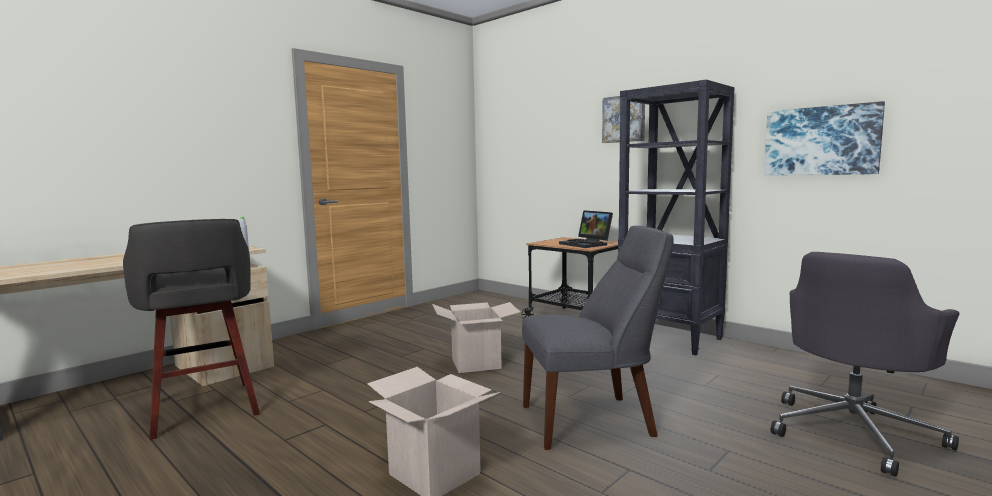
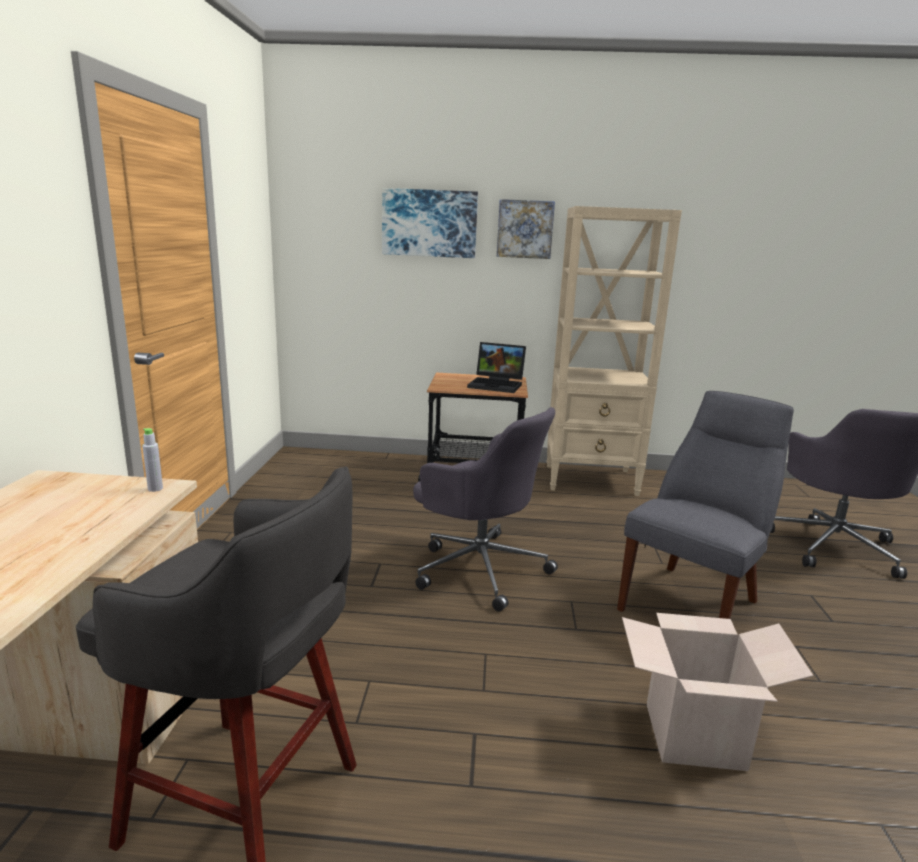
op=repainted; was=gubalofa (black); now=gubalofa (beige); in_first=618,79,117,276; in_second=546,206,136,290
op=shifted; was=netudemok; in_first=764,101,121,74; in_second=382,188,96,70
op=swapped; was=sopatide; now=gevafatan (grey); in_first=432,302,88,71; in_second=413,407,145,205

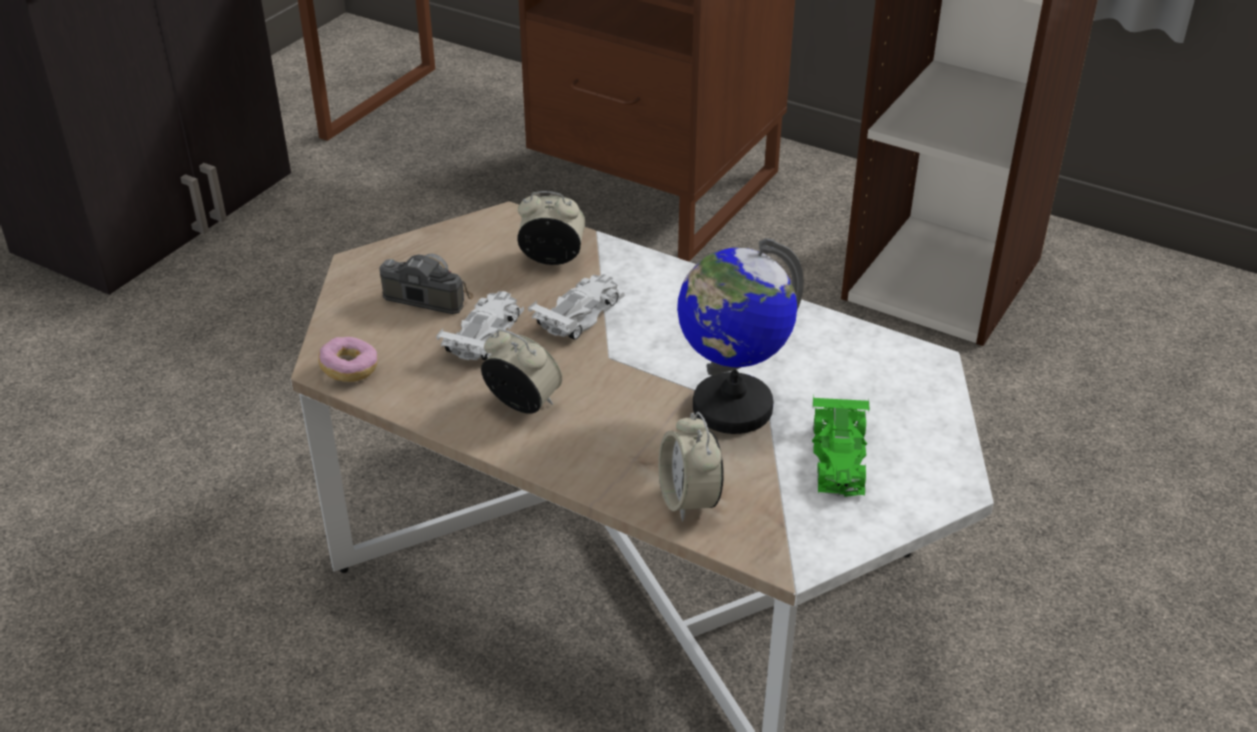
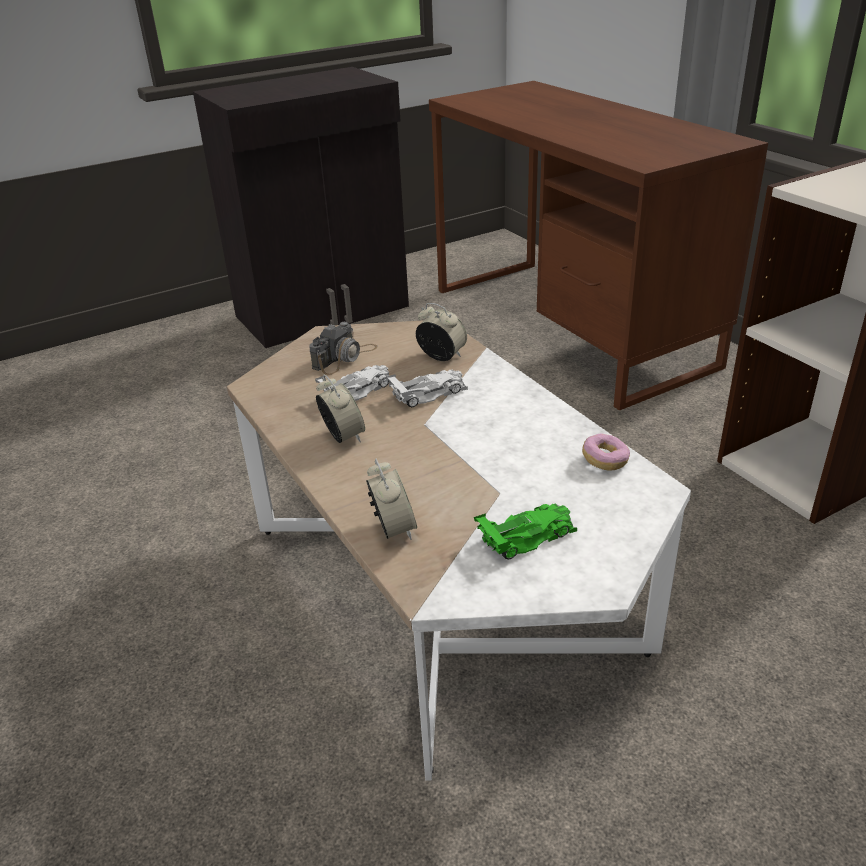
op=gone; was=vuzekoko; in_first=677,238,127,196
op=rotated; was=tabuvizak; in_first=379,253,95,61; in_second=309,322,69,53; clockwise=75
op=shifted; was=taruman; in_first=318,337,60,45; in_second=582,433,48,37
op=rotated; was=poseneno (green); in_first=812,395,57,102; in_second=474,503,103,57; clockwise=-150
op=rotated; was=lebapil; in_first=658,412,66,109; in_second=366,458,51,82; clockwise=150

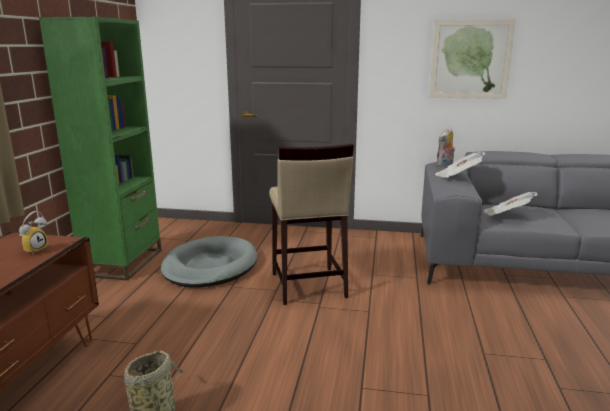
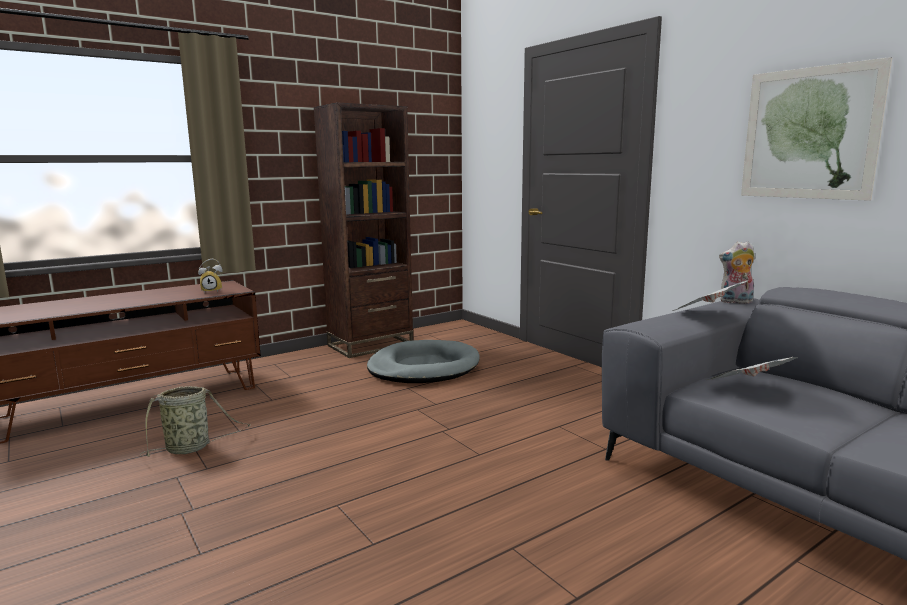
op=repainted; was=gubalofa (green); now=gubalofa (brown); in_first=39,16,122,265; in_second=314,102,99,256
op=gone; was=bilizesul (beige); in_first=269,144,85,161

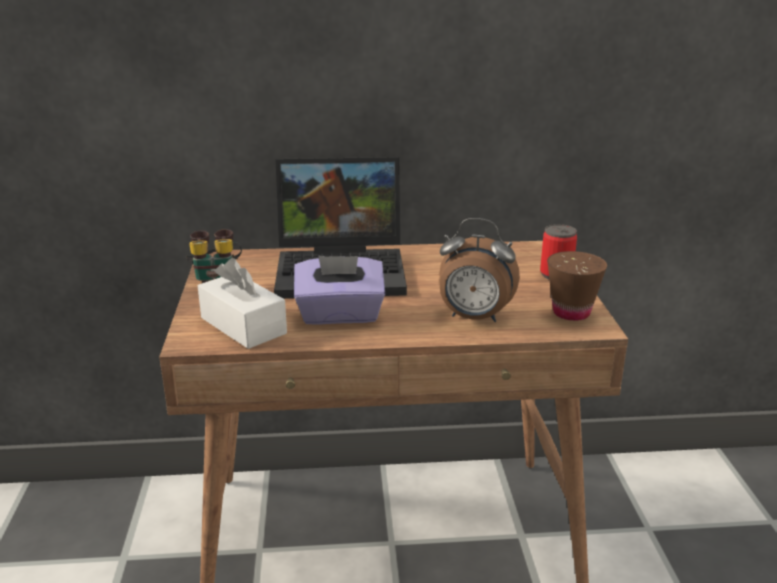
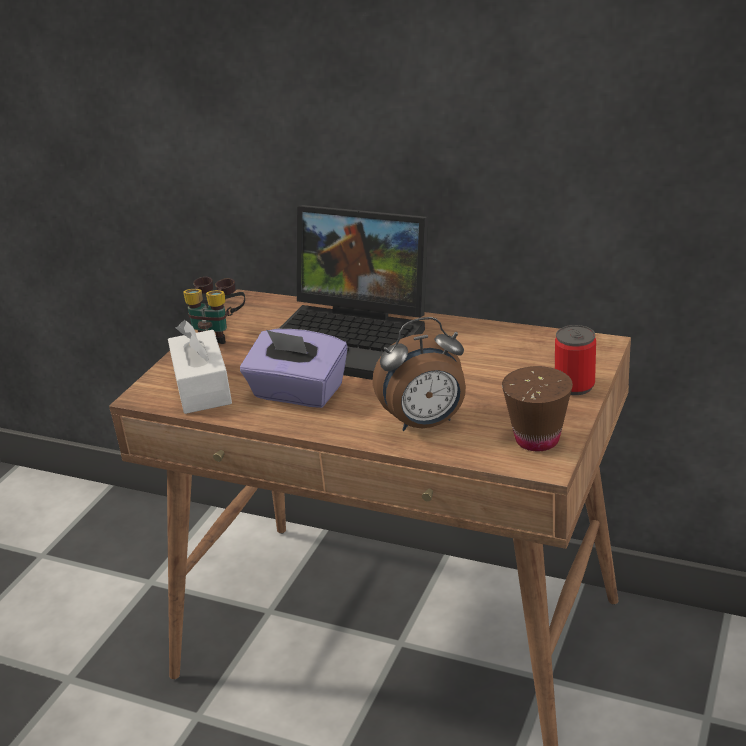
op=rotated; was=lebapil; in_first=439,218,81,104; in_second=373,317,93,114; clockwise=-60

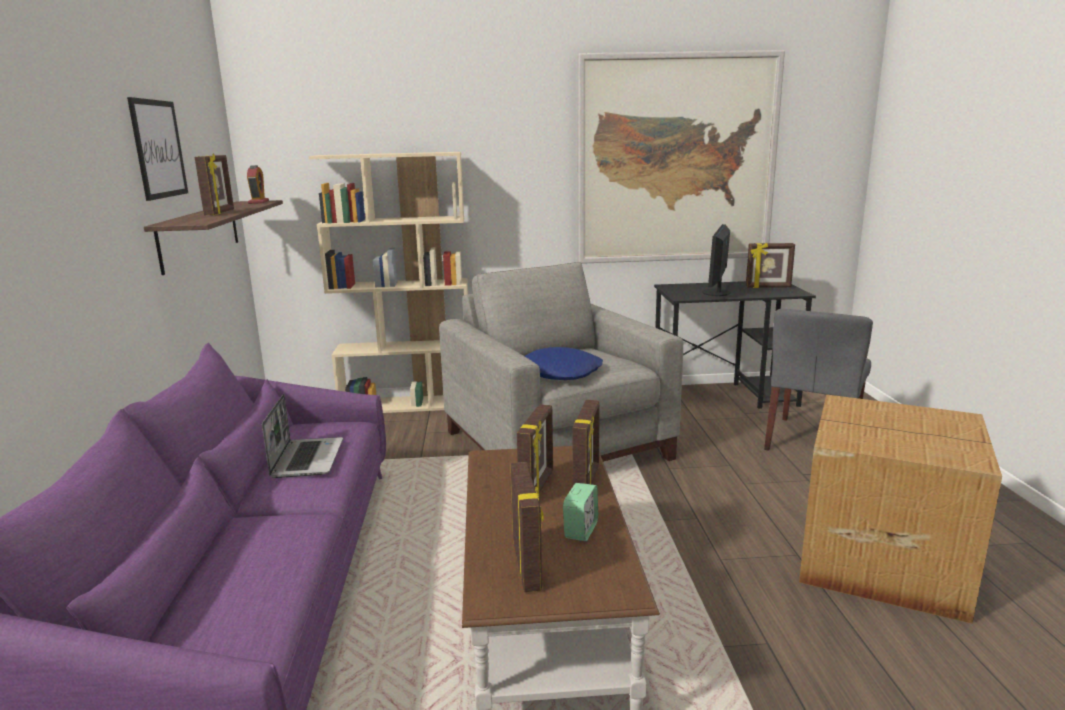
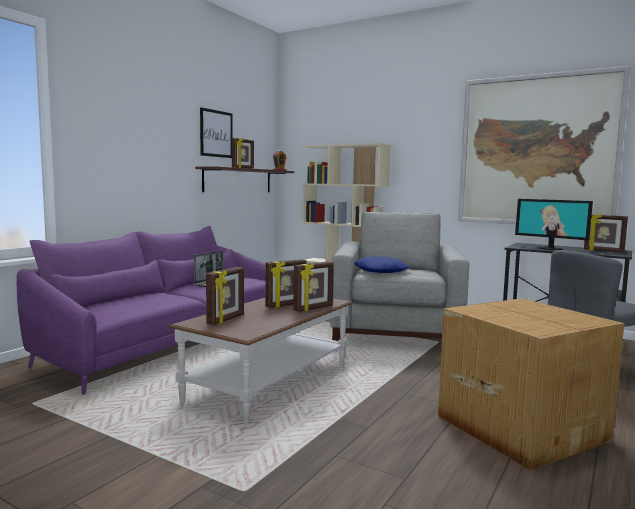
op=rotated; was=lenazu; in_first=702,224,29,72; in_second=515,199,78,51; clockwise=-105
op=gone; was=lebapil; in_first=563,483,35,58

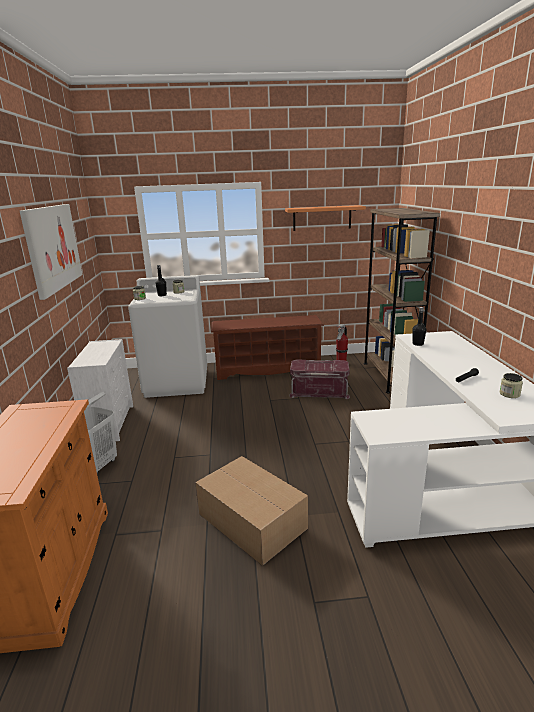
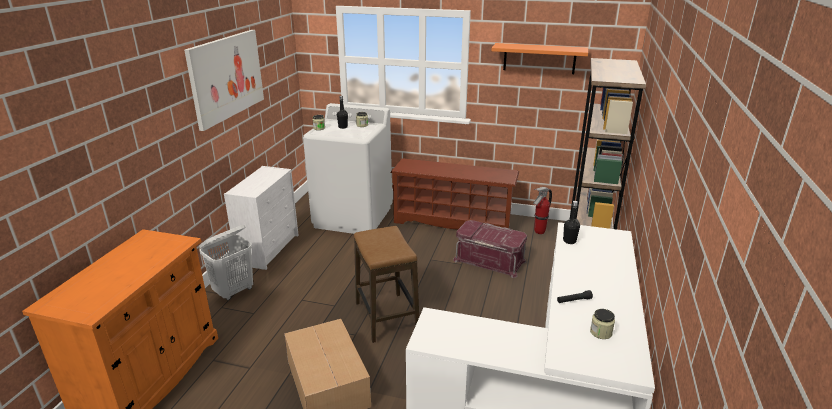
op=new; now=bilizesul; in_second=354,226,65,117

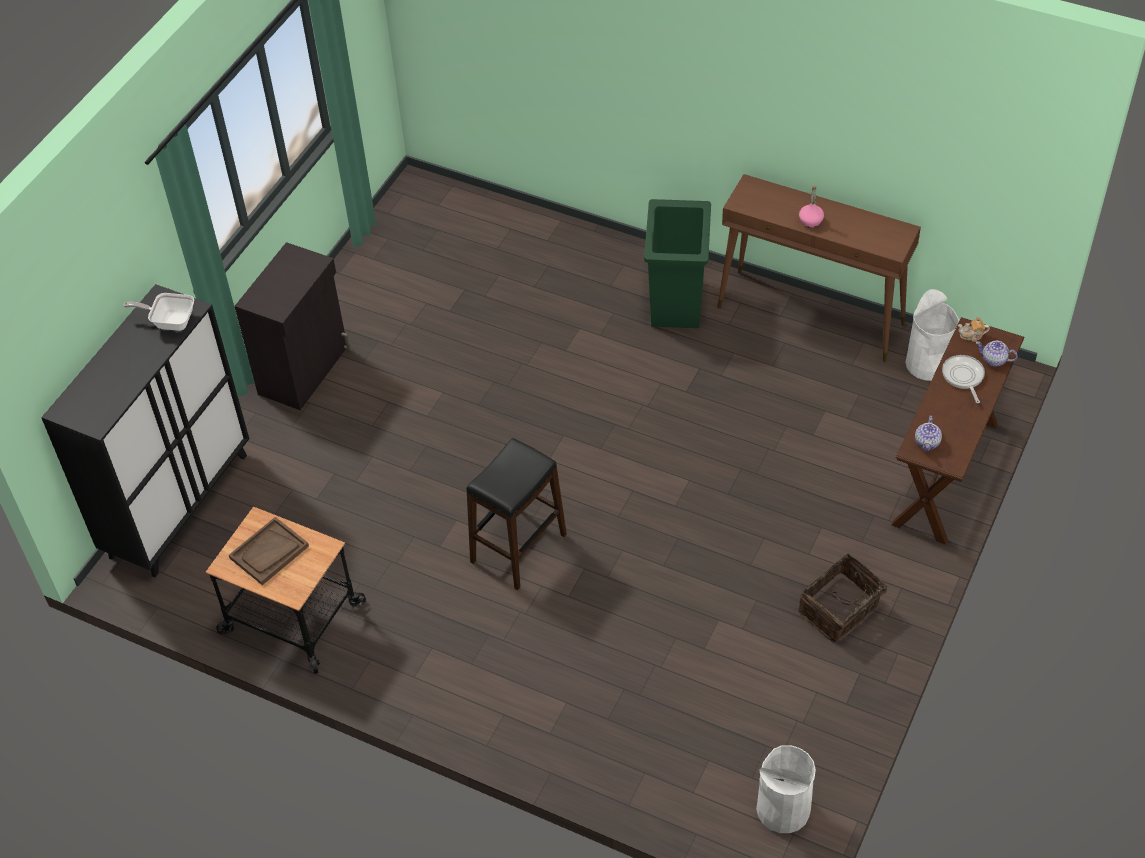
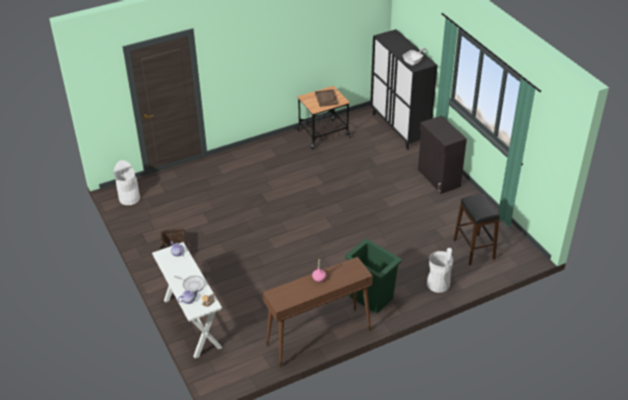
op=shifted; was=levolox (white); in_first=906,289,53,92; in_second=427,248,26,45
op=repainted; was=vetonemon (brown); now=vetonemon (white); in_first=892,317,132,228; in_second=152,242,70,116
op=shifted; was=bilizesul (black); in_first=466,438,101,152; in_second=454,194,46,72

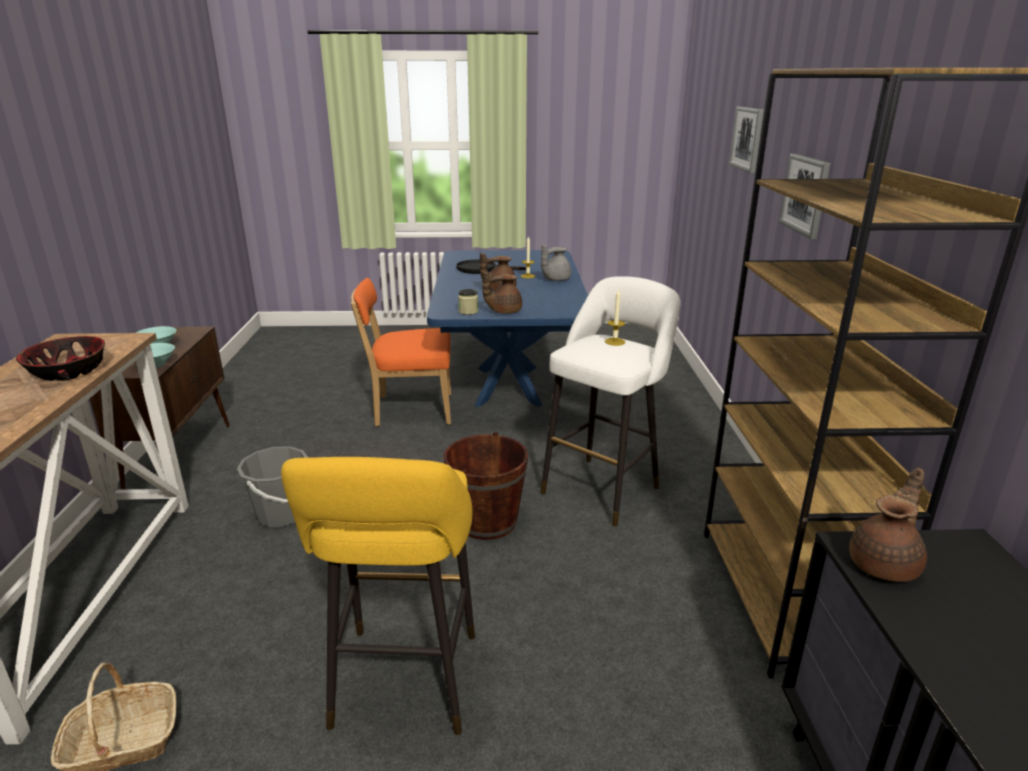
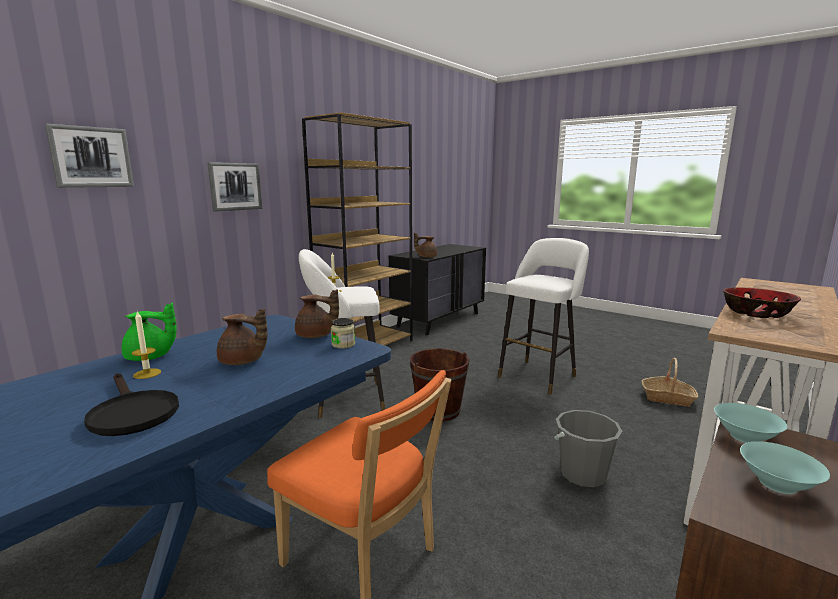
op=repainted; was=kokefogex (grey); now=kokefogex (green); in_first=541,245,30,36; in_second=122,303,55,58
op=repainted; was=bilizesul (yellow); now=bilizesul (white); in_first=281,457,194,278; in_second=498,238,91,157

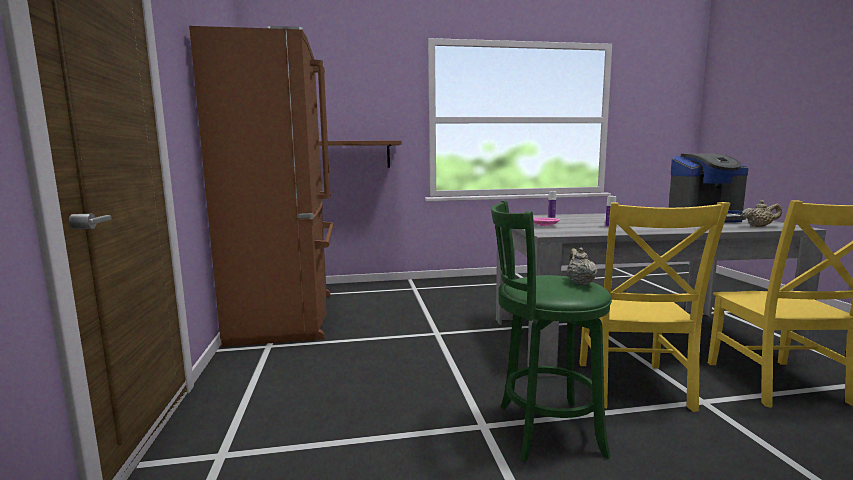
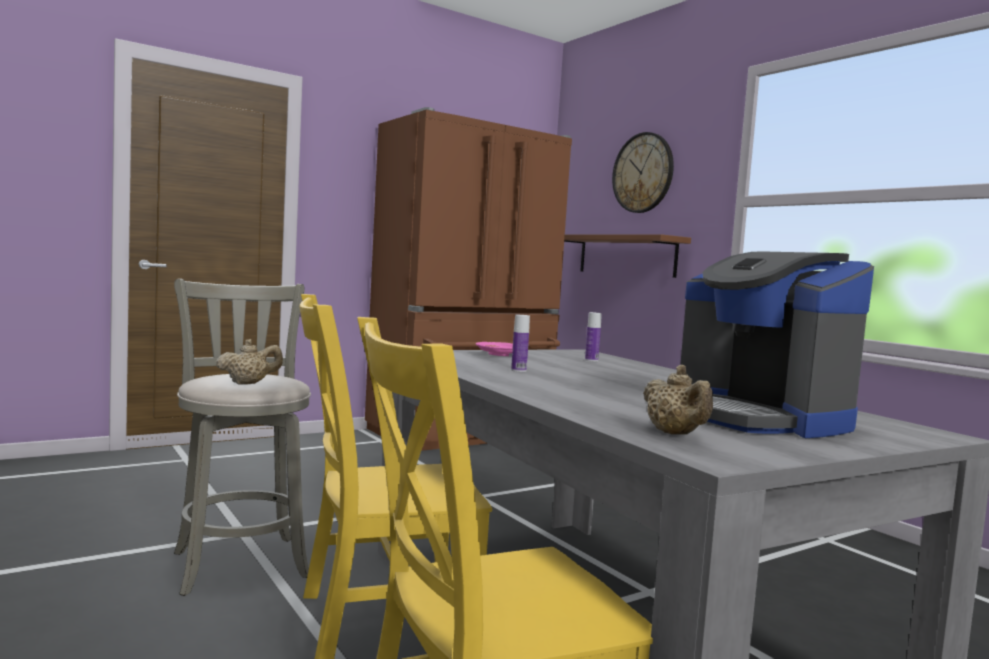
op=repainted; was=bilizesul (green); now=bilizesul (grey); in_first=491,200,121,262; in_second=174,279,137,317
op=new; now=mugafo; in_second=612,132,62,81

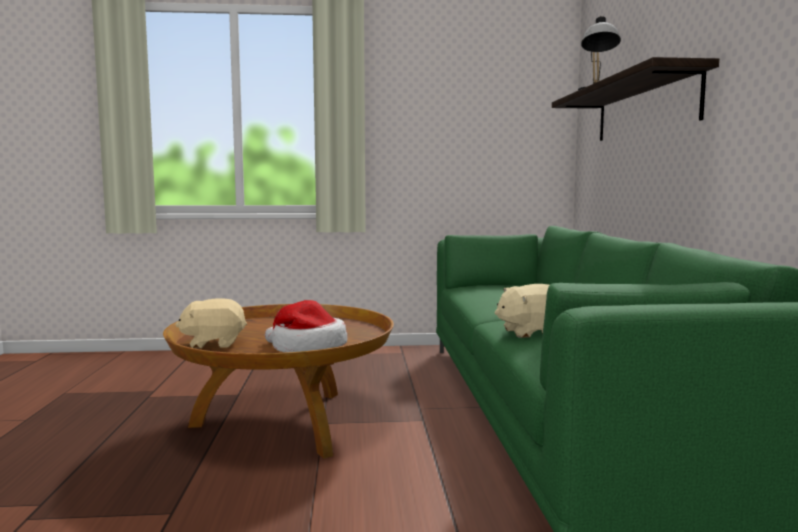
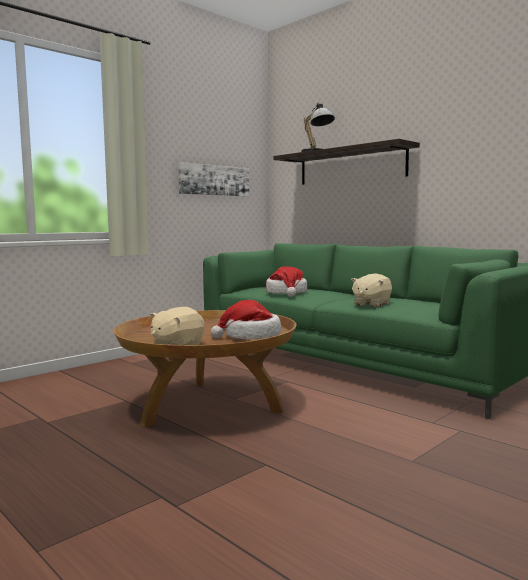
op=new; now=netudemok; in_second=178,162,71,35
op=new; now=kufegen; in_second=266,267,41,30

